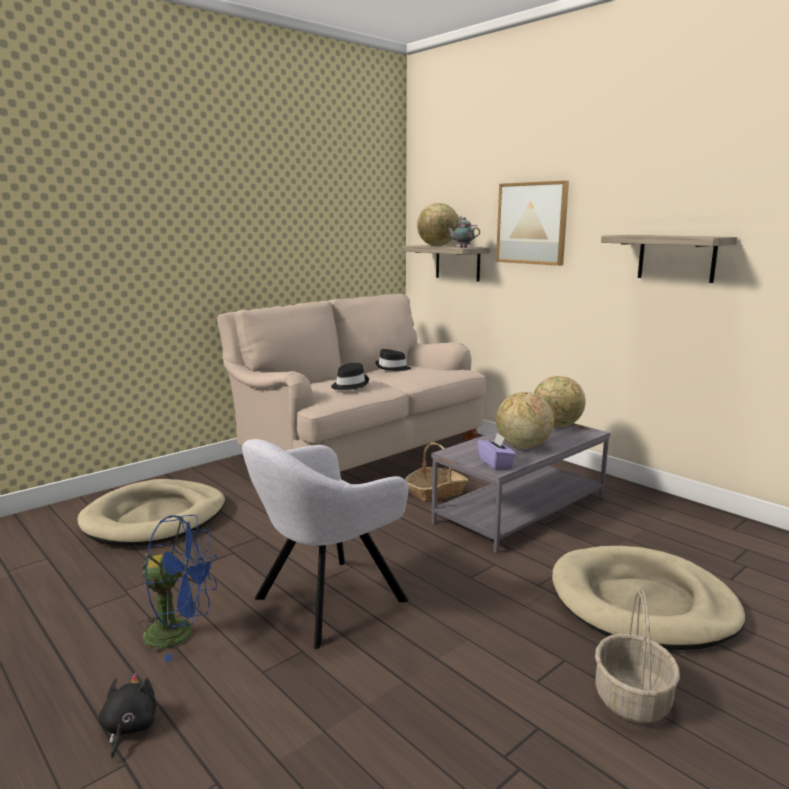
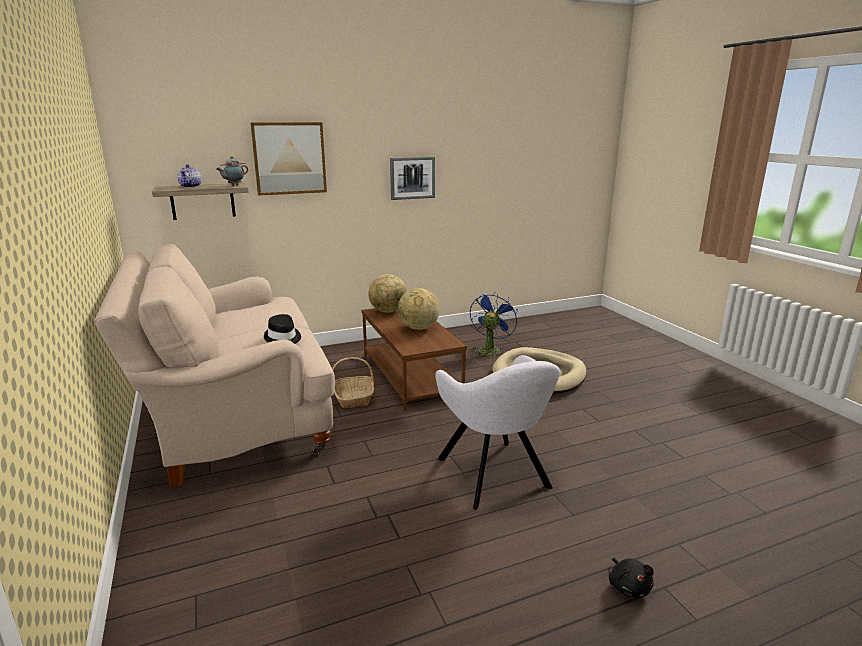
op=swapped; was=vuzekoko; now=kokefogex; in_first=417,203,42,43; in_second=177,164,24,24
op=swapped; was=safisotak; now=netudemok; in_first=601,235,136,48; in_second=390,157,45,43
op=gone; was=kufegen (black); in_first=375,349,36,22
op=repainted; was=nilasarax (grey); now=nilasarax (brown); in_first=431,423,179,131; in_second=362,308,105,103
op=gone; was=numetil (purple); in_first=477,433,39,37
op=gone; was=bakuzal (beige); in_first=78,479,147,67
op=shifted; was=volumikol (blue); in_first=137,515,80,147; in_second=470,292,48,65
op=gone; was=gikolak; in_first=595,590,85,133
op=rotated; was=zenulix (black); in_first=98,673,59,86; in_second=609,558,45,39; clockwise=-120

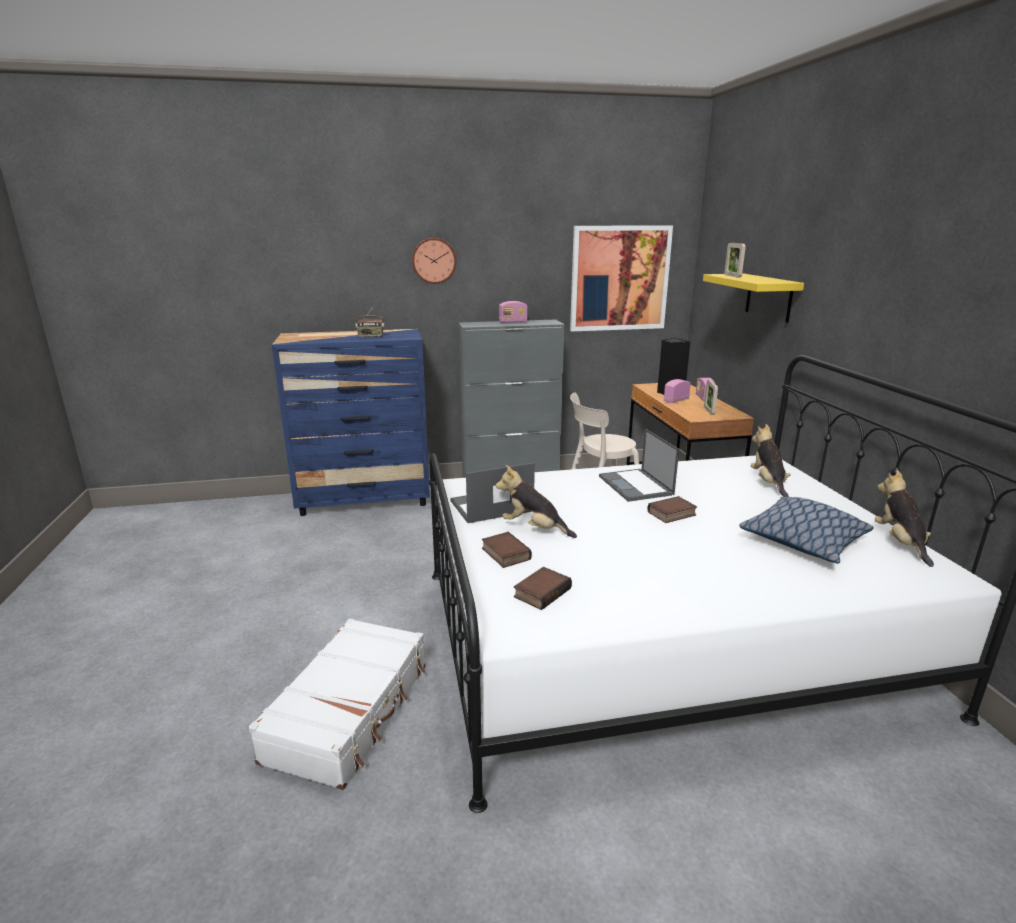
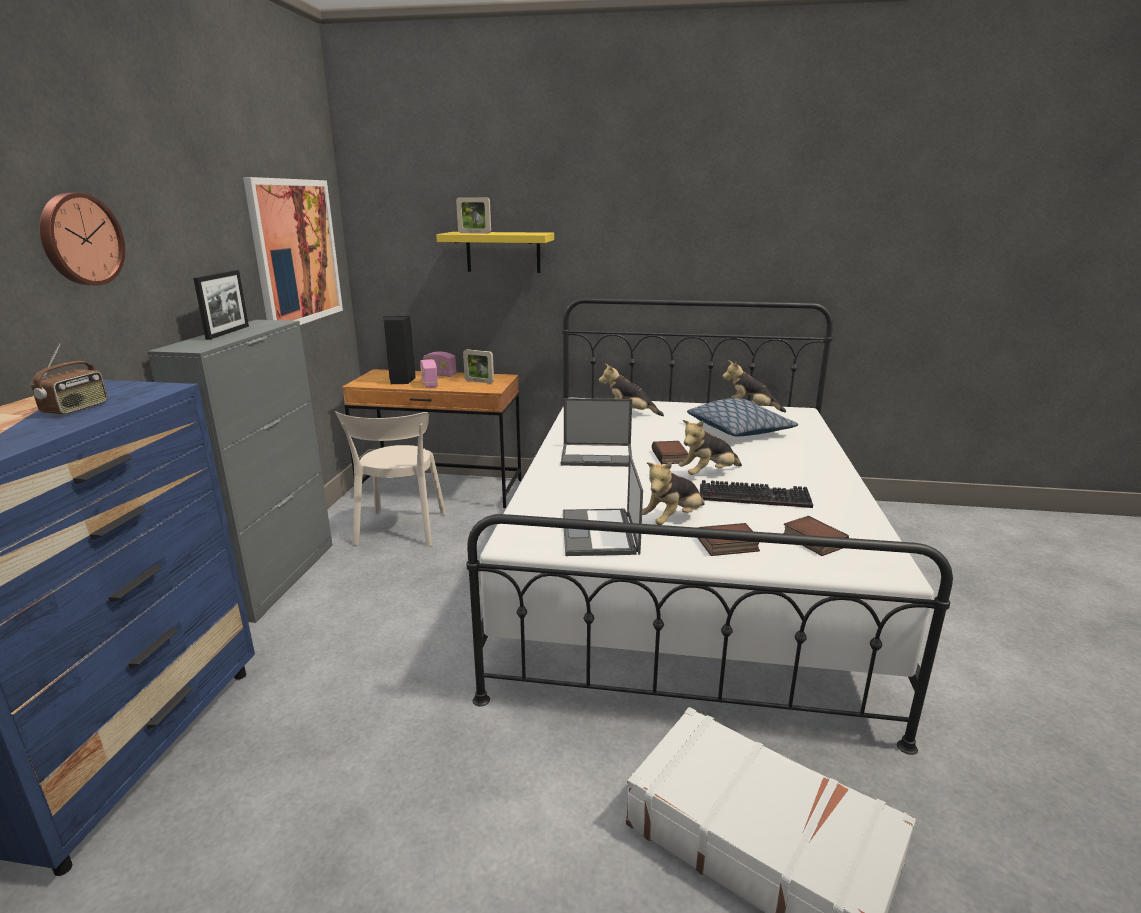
op=swapped; was=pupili; now=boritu; in_first=499,301,28,22; in_second=193,270,56,70
op=new; now=zenulix; in_second=678,420,64,55
op=new; now=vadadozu; in_second=700,480,113,28

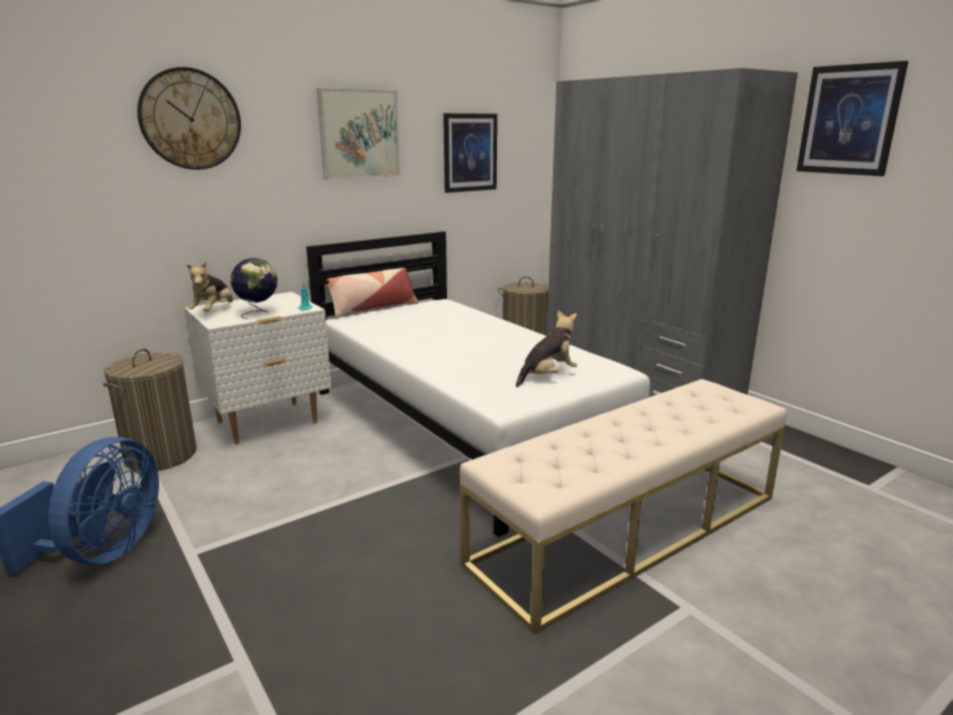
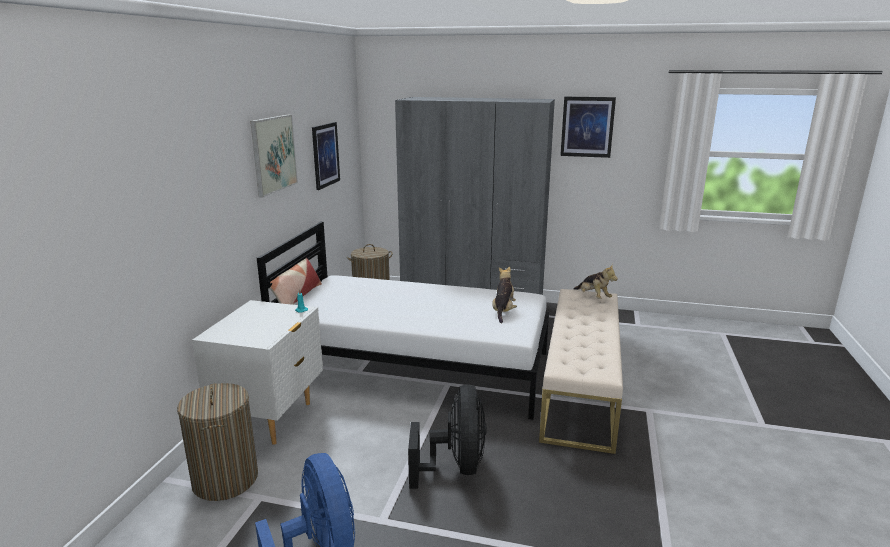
op=gone; was=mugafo; in_first=137,67,104,103
op=gone; was=vuzekoko; in_first=231,258,46,61
op=shifted; was=zenulix; in_first=187,261,46,50; in_second=574,264,44,35
op=new; now=volumikol (black); in_second=408,384,78,105

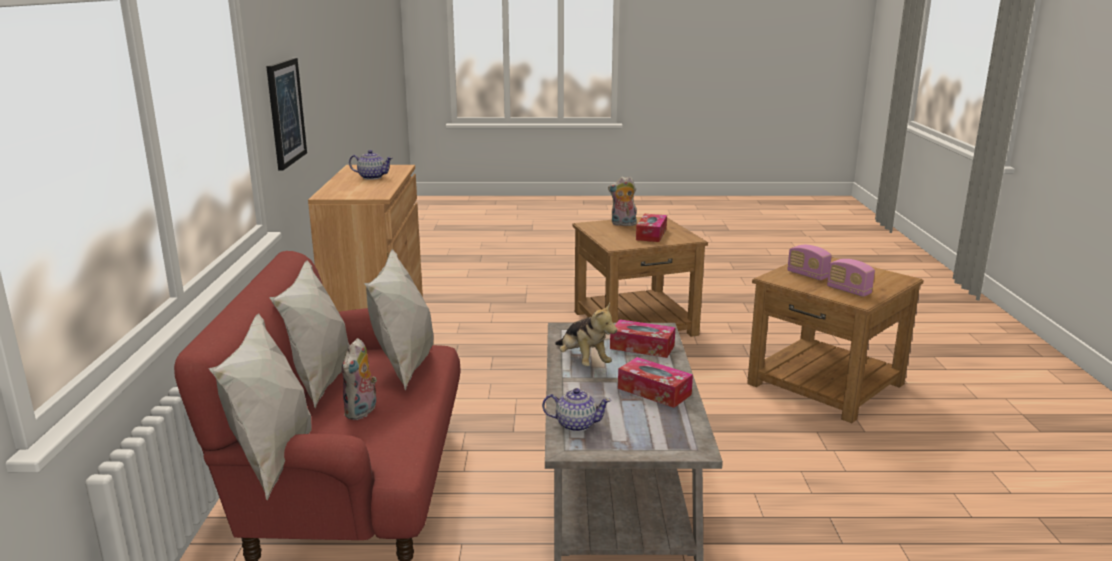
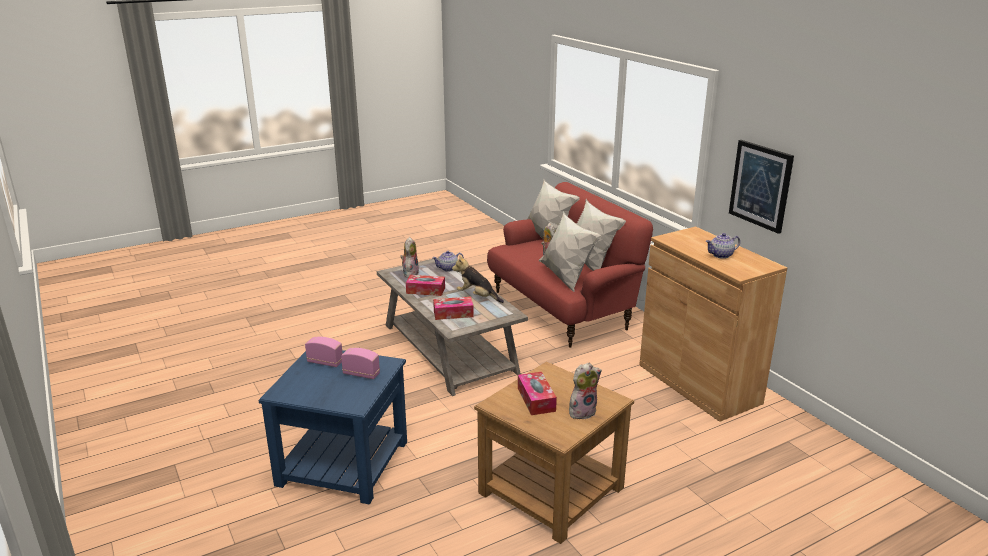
op=repainted; was=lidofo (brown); now=lidofo (blue); in_first=747,257,177,166; in_second=258,350,149,155
op=new; now=zenulix; in_second=401,237,18,41

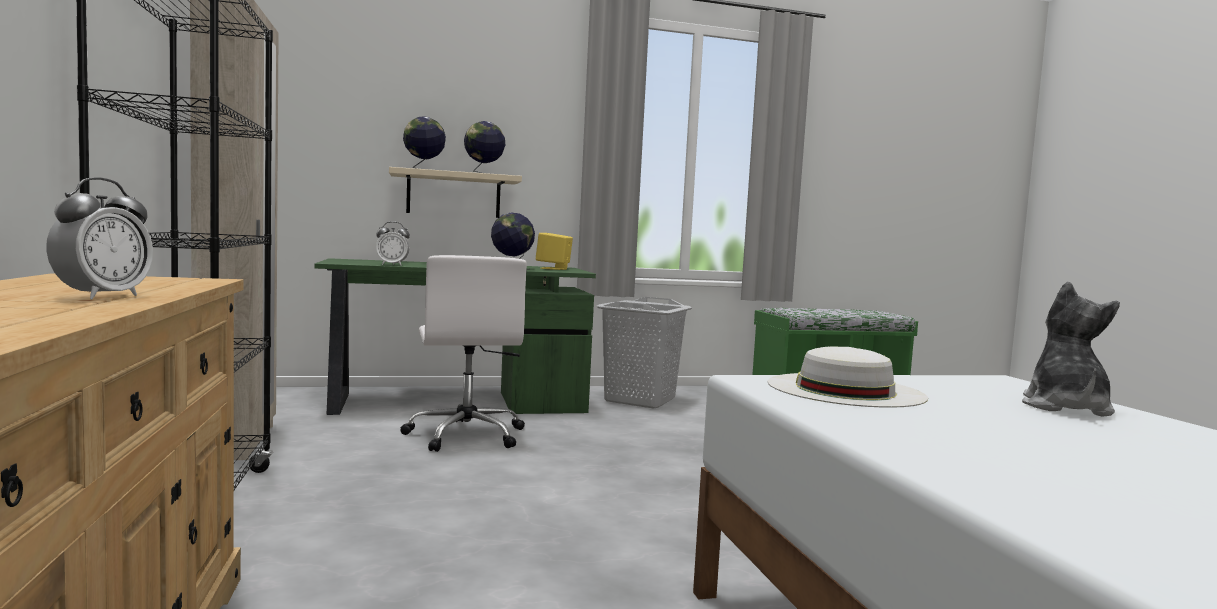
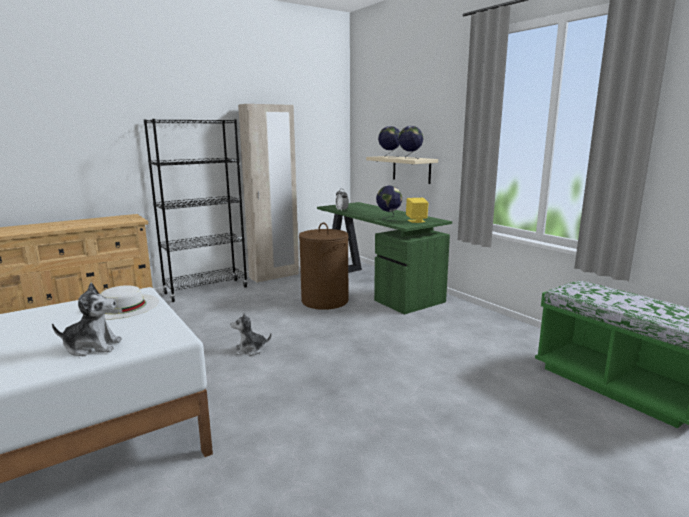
op=gone; was=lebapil; in_first=46,177,107,122
op=swapped; was=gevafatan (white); now=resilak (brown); in_first=400,255,127,197; in_second=299,223,50,87
op=gone; was=resilak (grey); in_first=597,297,95,112
op=new; now=zenulix; in_second=230,313,42,43

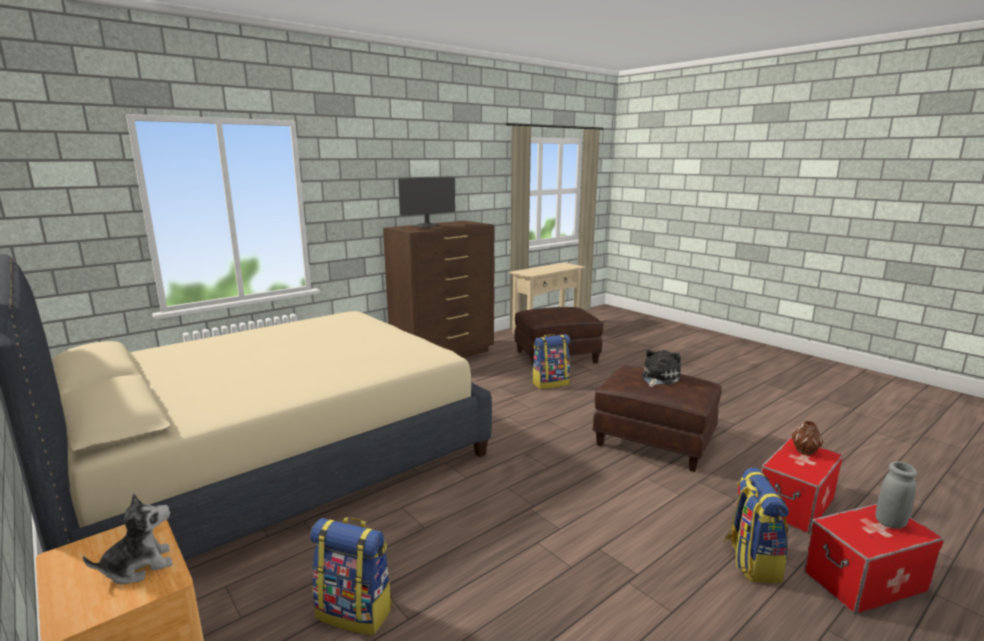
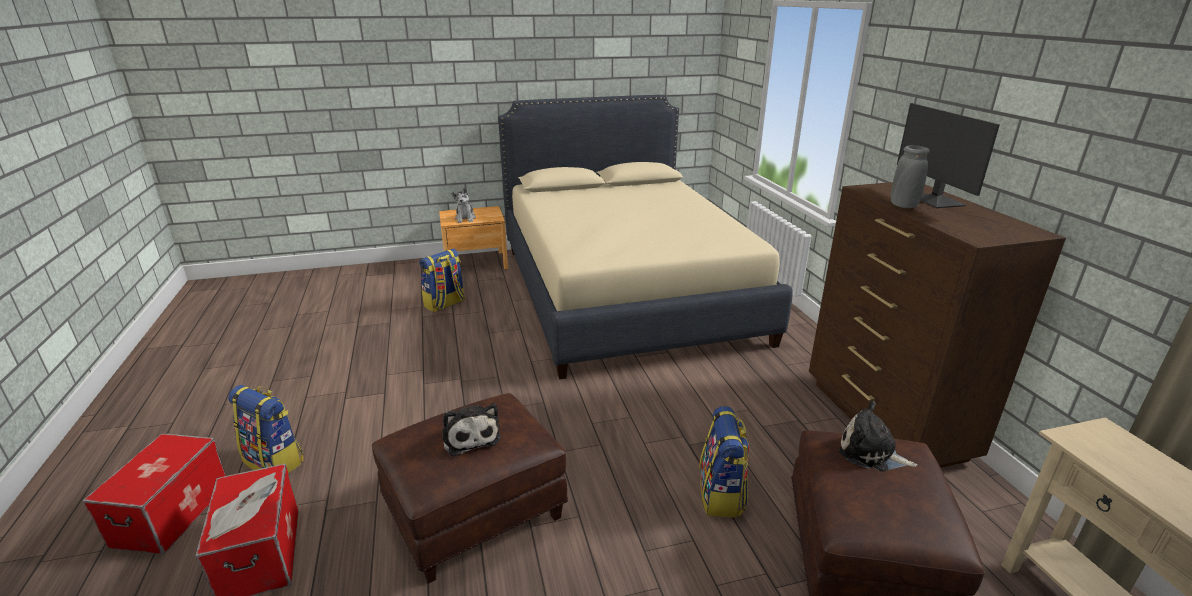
op=swapped; was=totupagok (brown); now=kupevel; in_first=792,421,31,34; in_second=206,472,72,70
op=shifted; was=totupagok (grey); in_first=876,462,41,67; in_second=891,145,39,63
op=new; now=zenulix; in_second=838,401,79,70

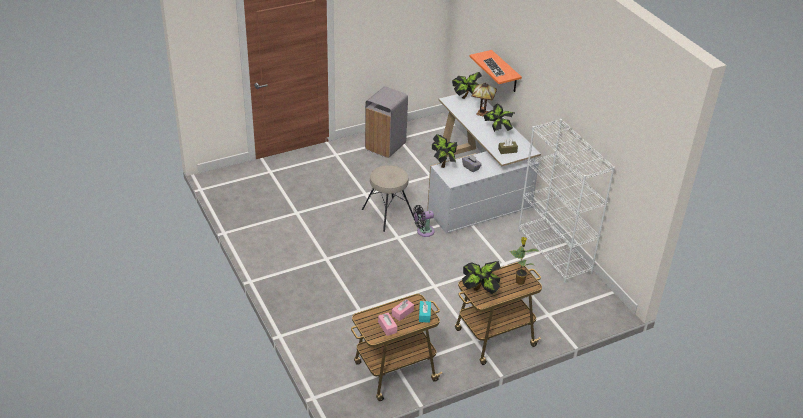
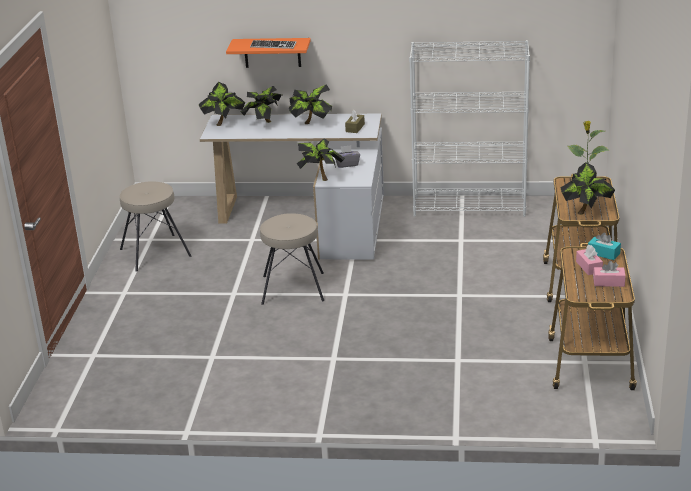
op=swapped; was=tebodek; now=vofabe; in_first=471,83,26,34; in_second=241,86,43,37
op=swapped; was=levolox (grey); now=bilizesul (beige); in_first=365,86,43,72; in_second=120,181,71,91
op=gone; was=volumikol (black); in_first=413,205,22,32

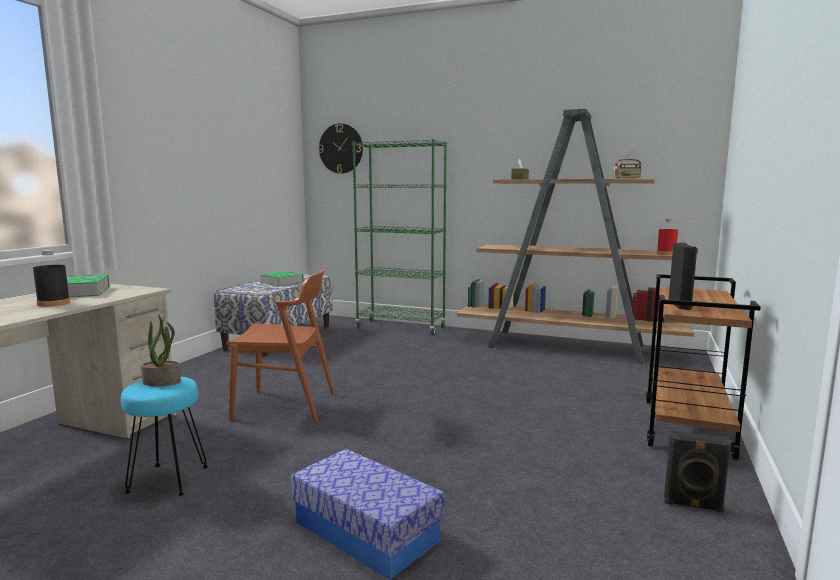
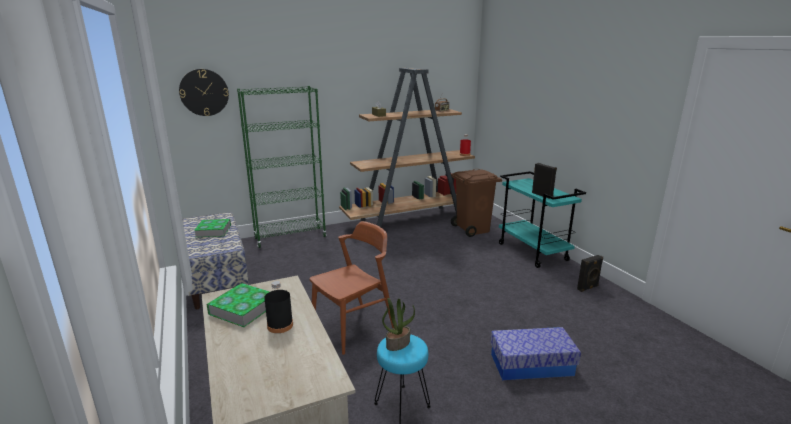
op=repainted; was=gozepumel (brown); now=gozepumel (turquoise); in_first=646,274,115,186; in_second=499,171,87,97
op=new; now=levolox (brown); in_second=451,169,51,68

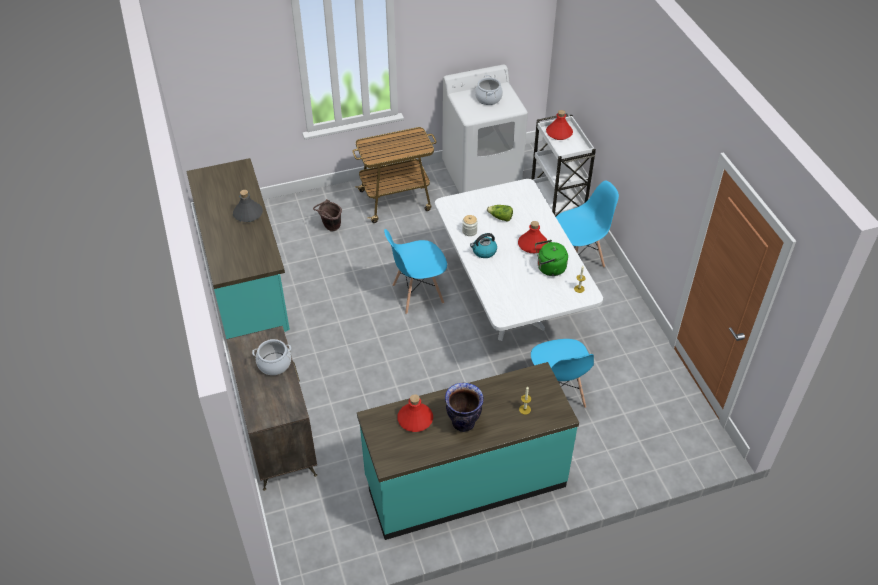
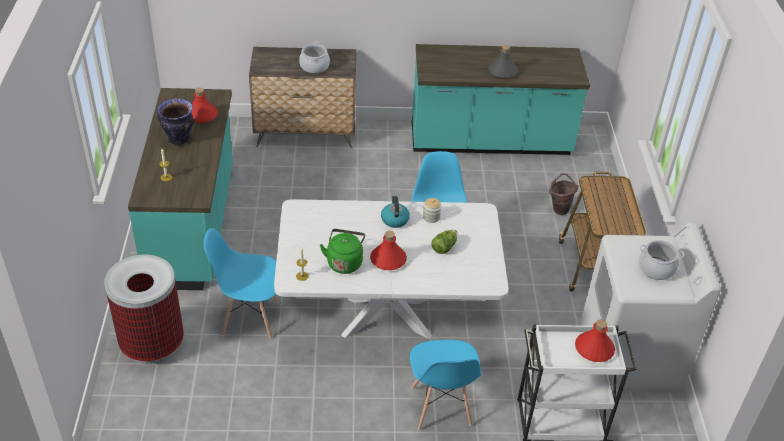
op=new; now=levolox; in_second=104,255,80,109

